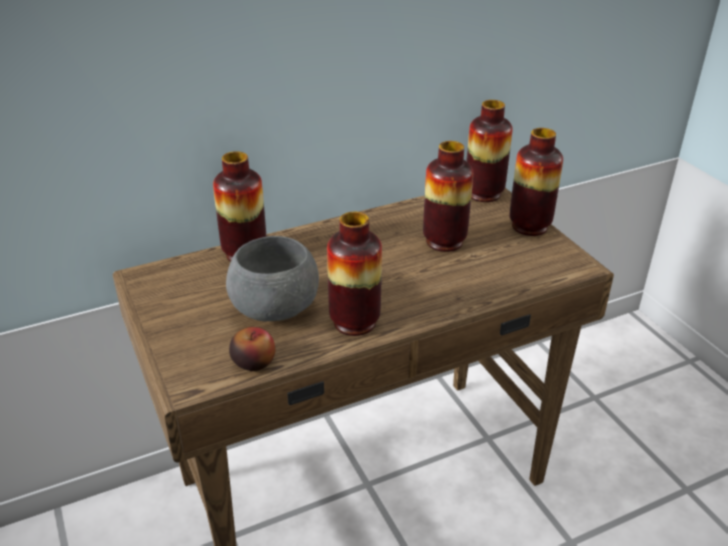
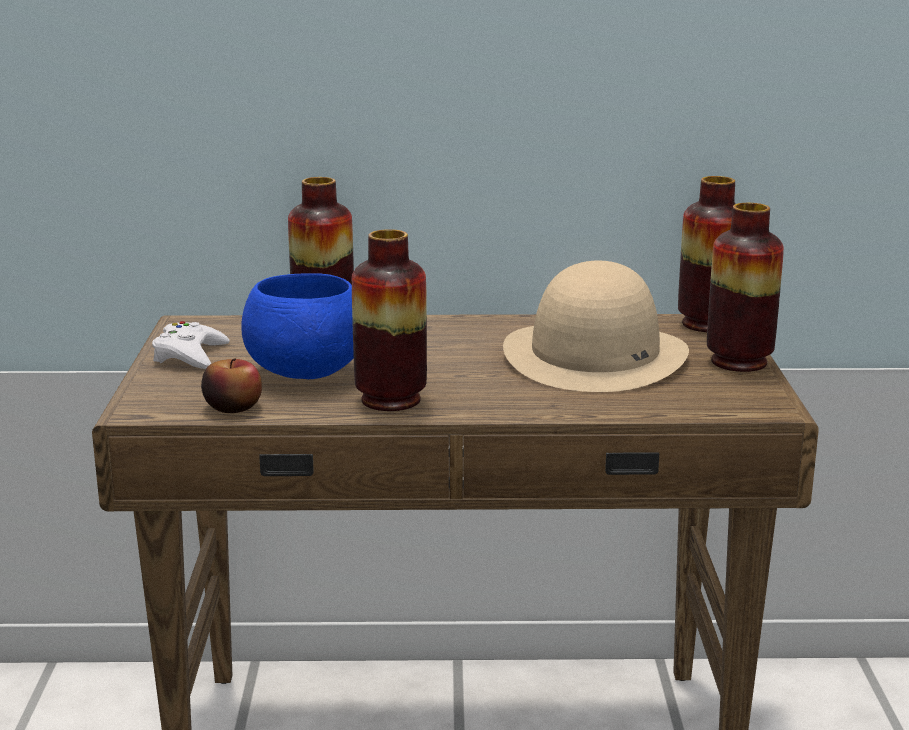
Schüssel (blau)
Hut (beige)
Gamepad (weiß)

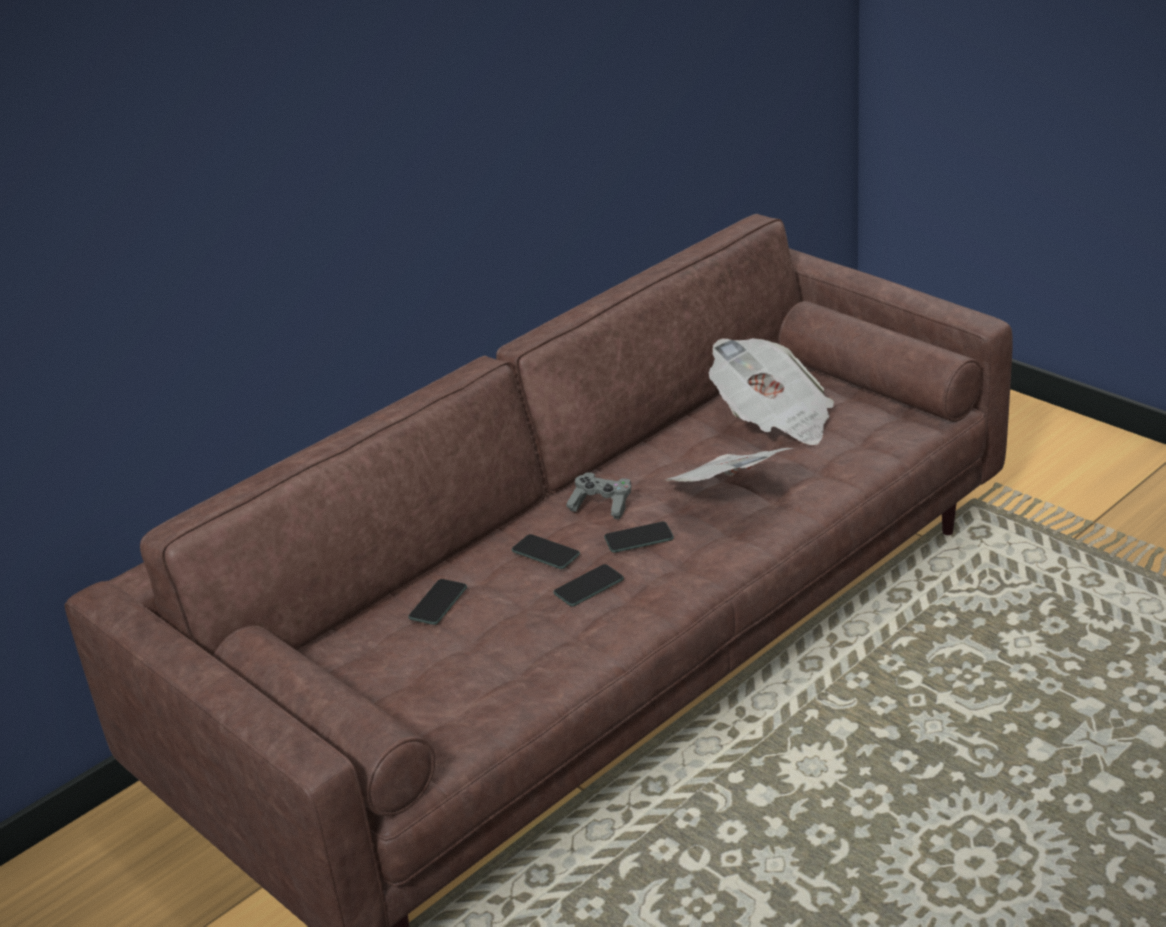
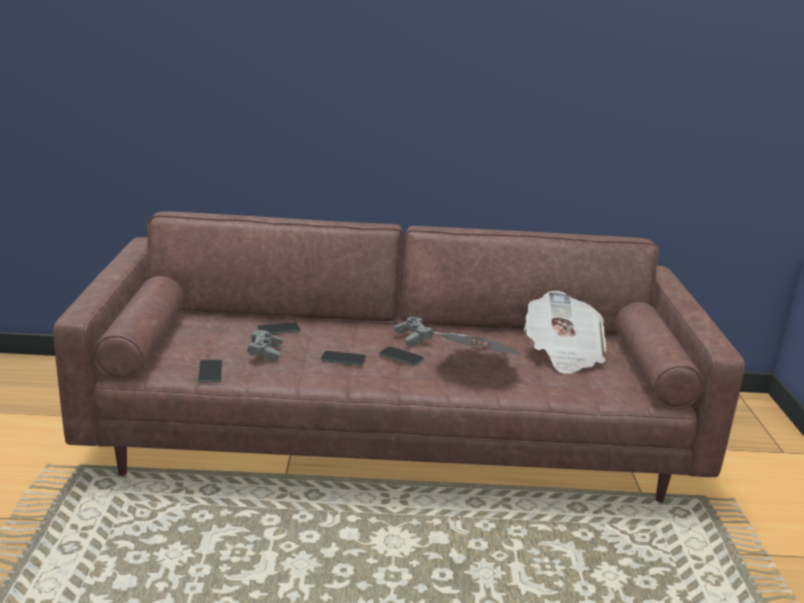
Handy (no. 1 from left)
Gamepad (grau) (no. 1 from left)

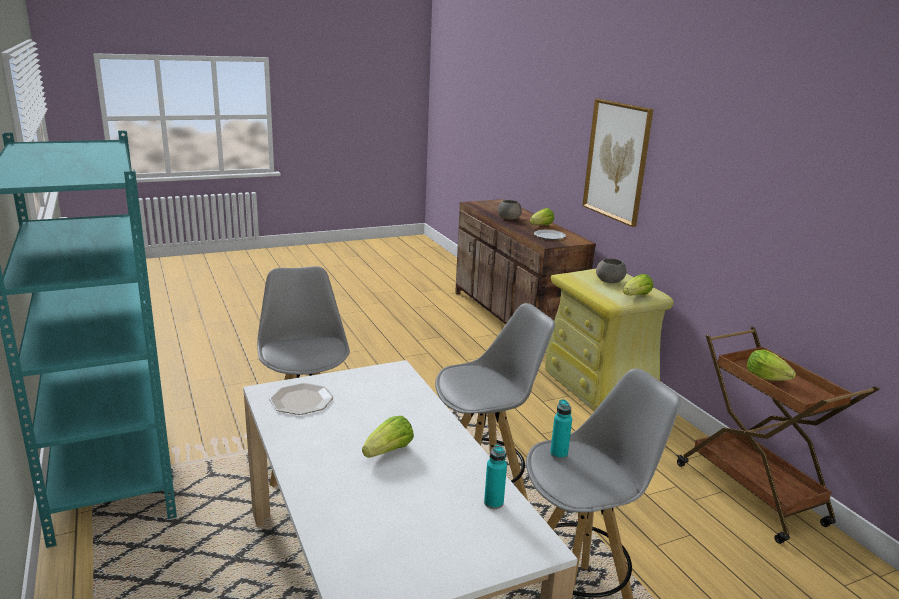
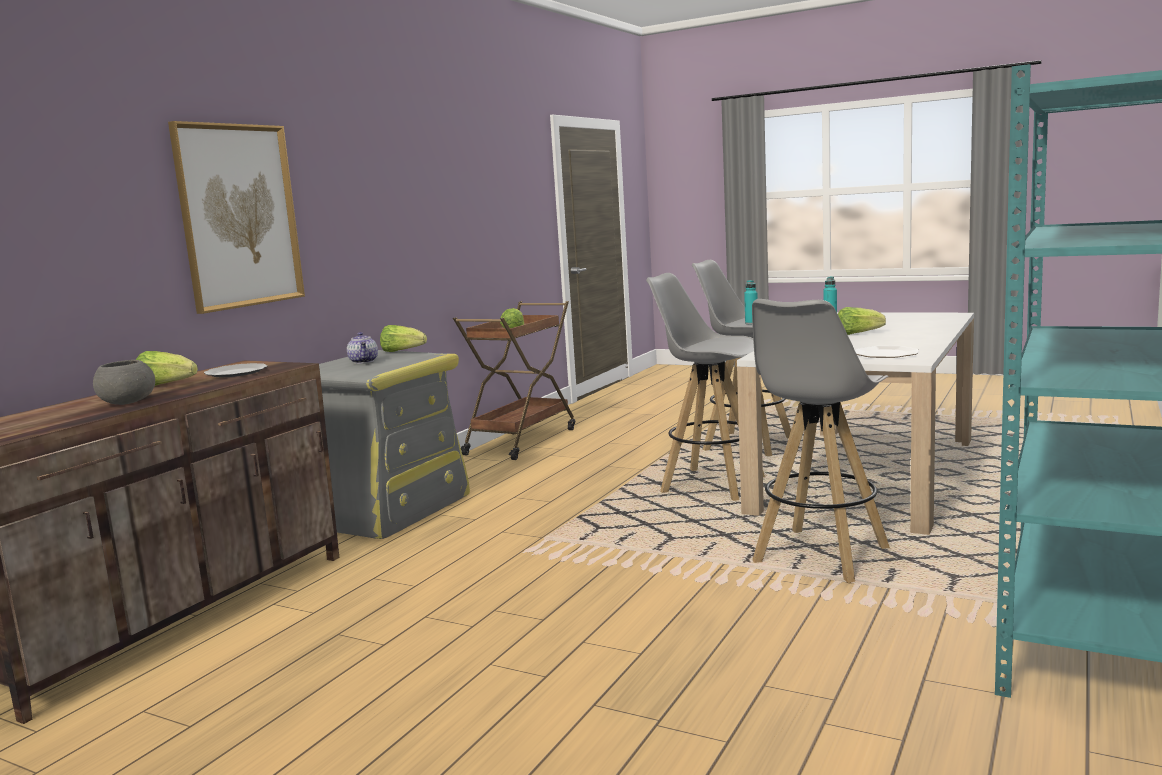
Nachttisch (grau)
Teekanne

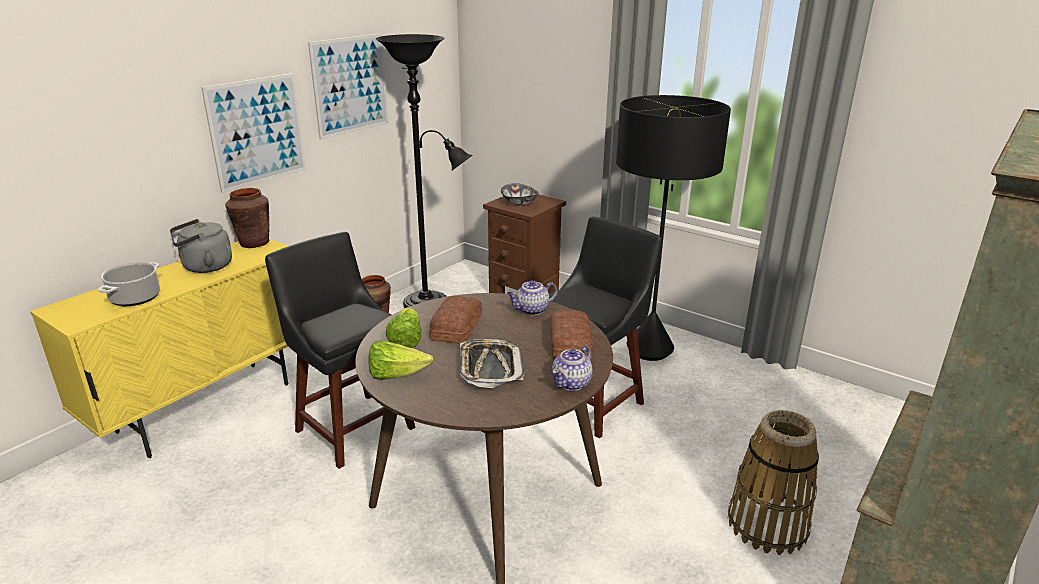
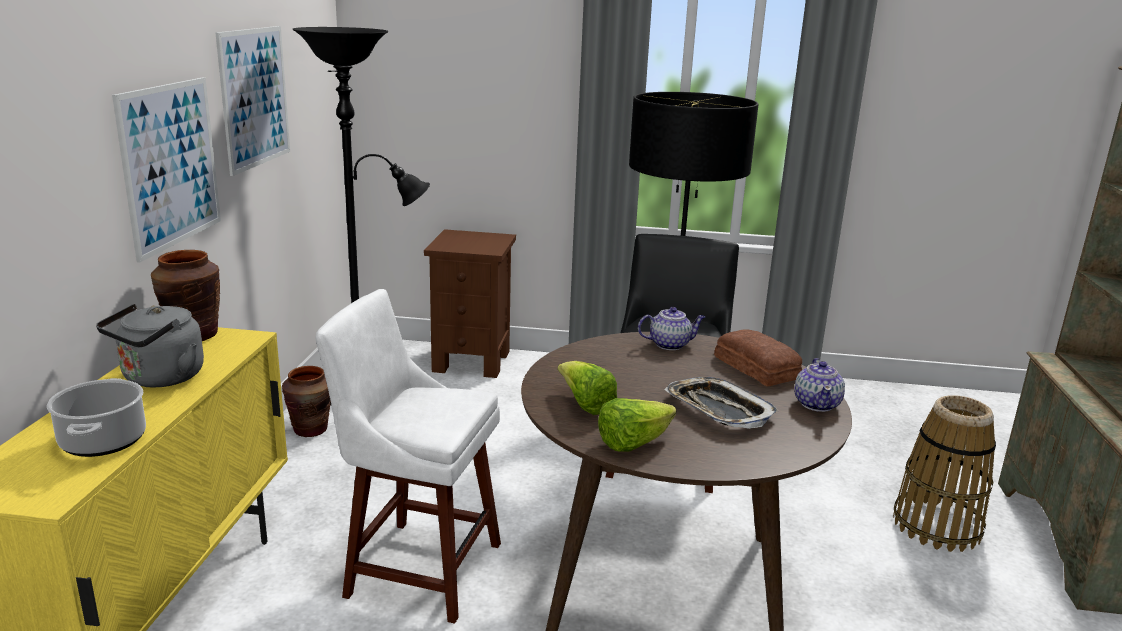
Stuhl (weiß)
Brot (no. 1 from left in the first image)
Schüssel
Teekanne (no. 1 from left)

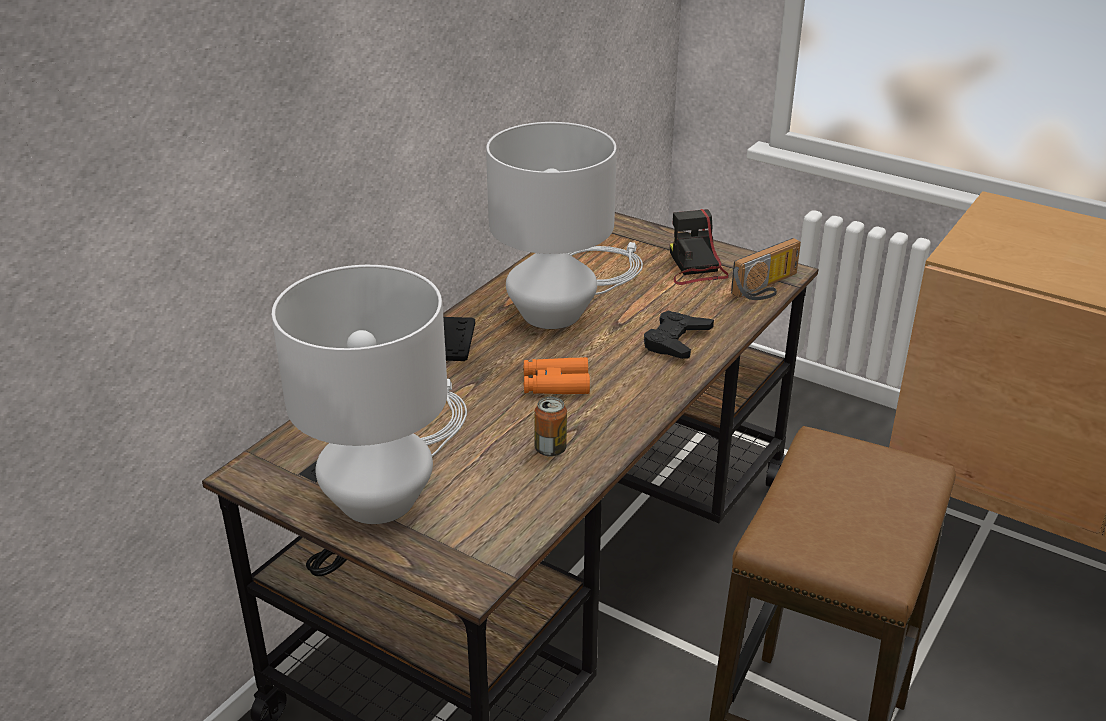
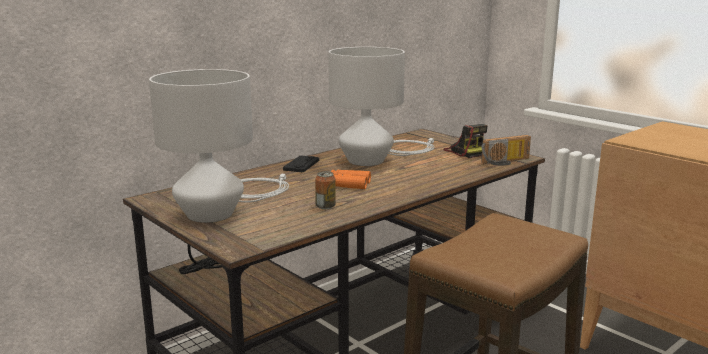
Gamepad (schwarz) (no. 2 from left in the first image)
Kamera

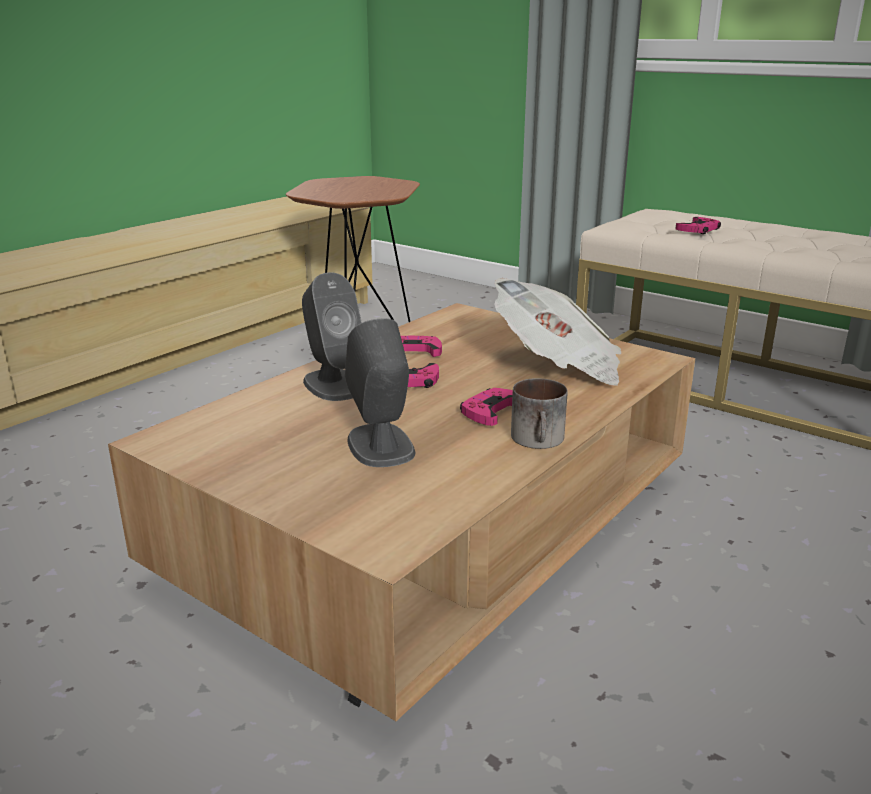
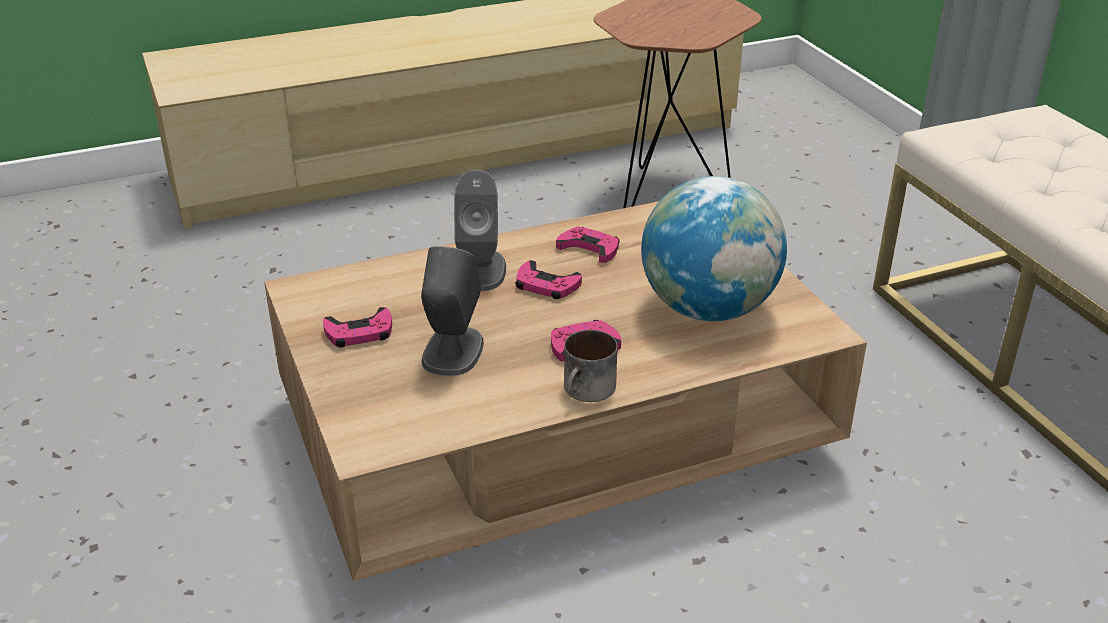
Globus
Gamepad (rosa) (no. 1 from left)

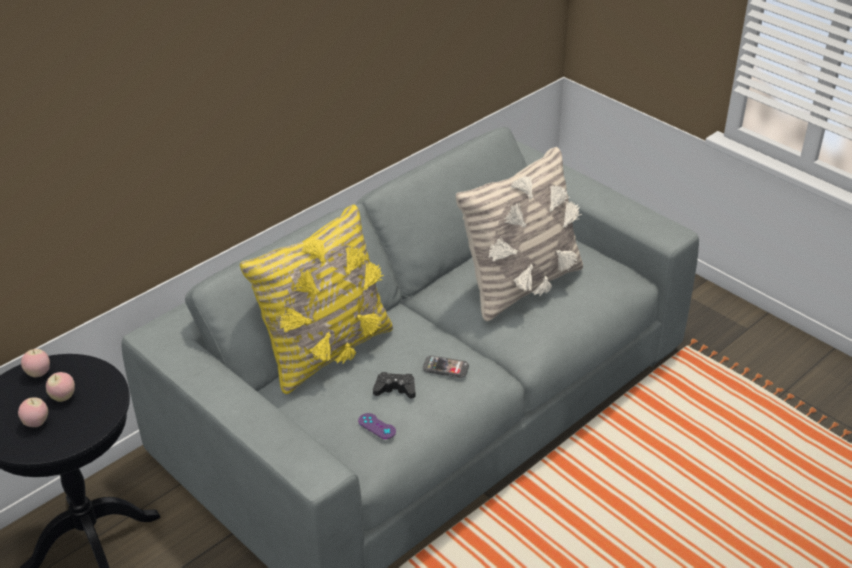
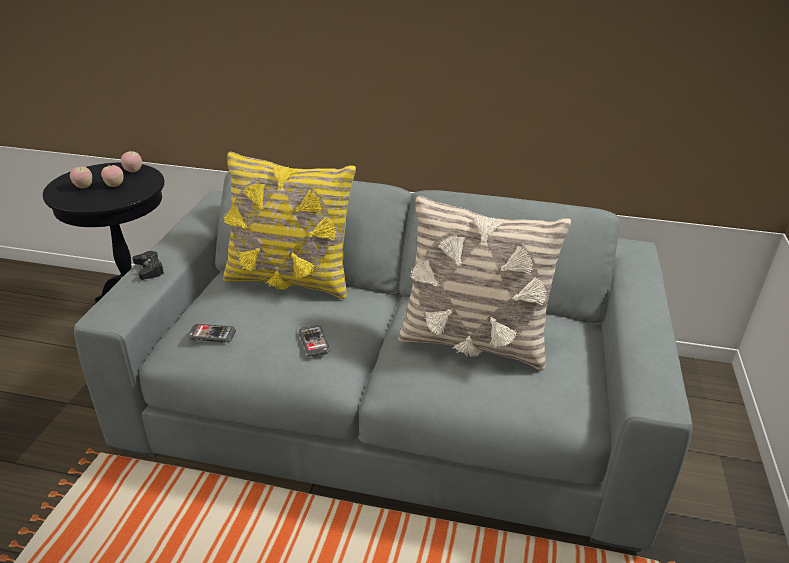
Handy (no. 1 from left)
Gamepad (schwarz)

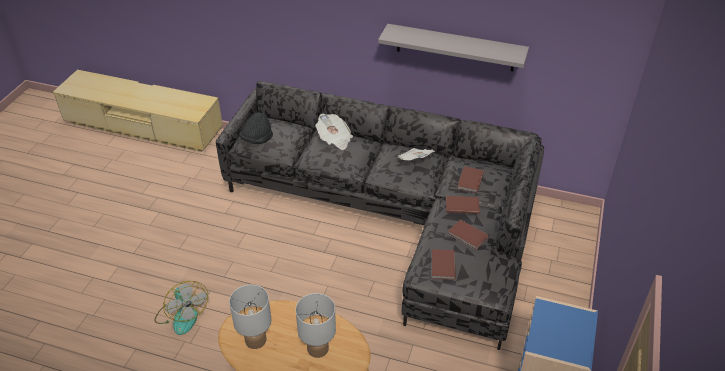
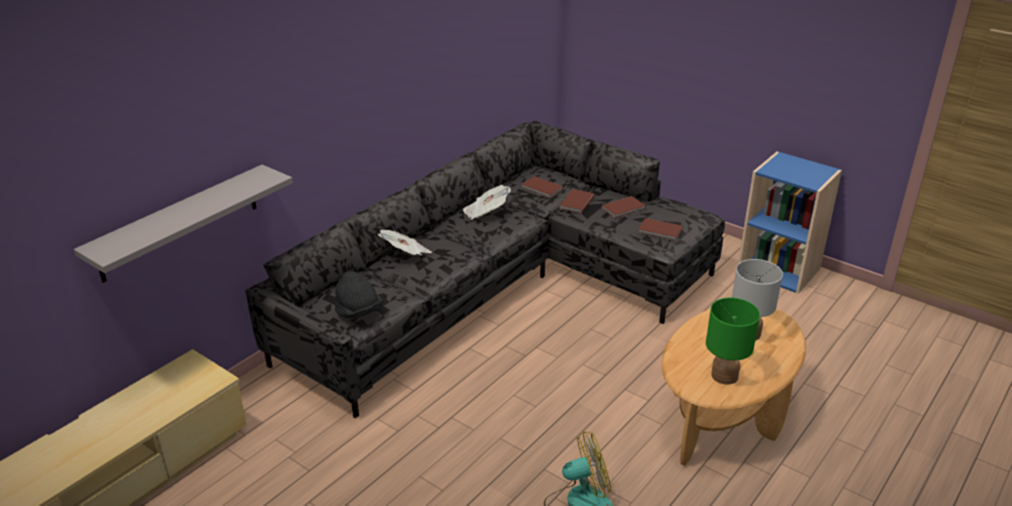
Tischlampe (grün)
Wandregal (grau)

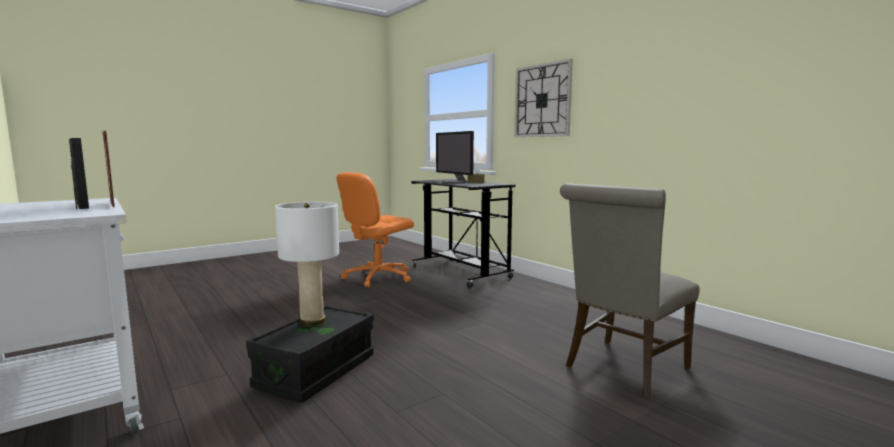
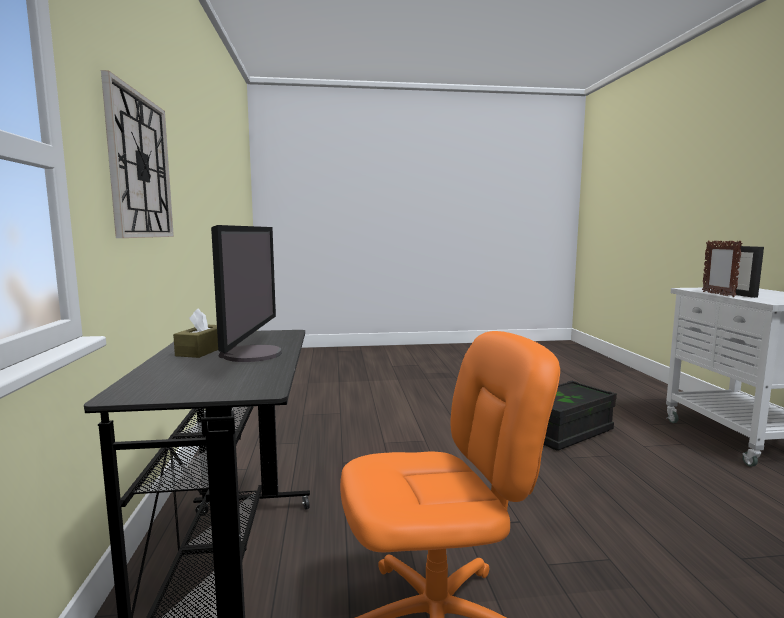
Tischlampe (weiß)
Stuhl (beige)

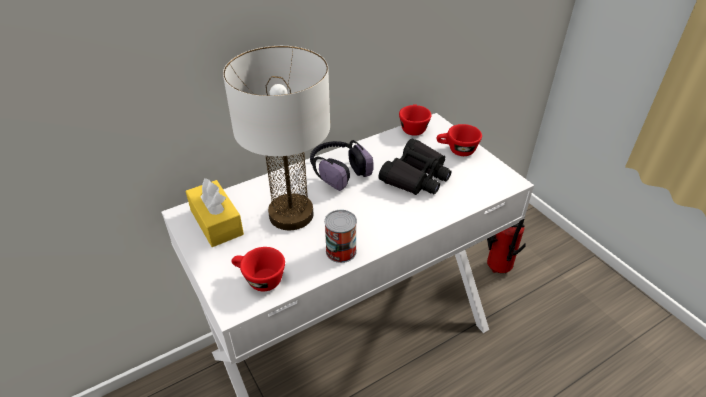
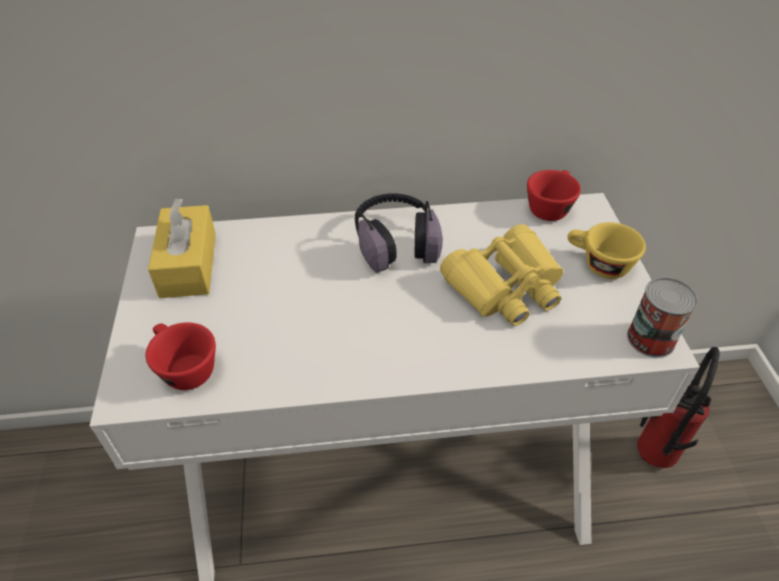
Tischlampe
Dose
Fernglas (gelb)
Tasse (gelb)

